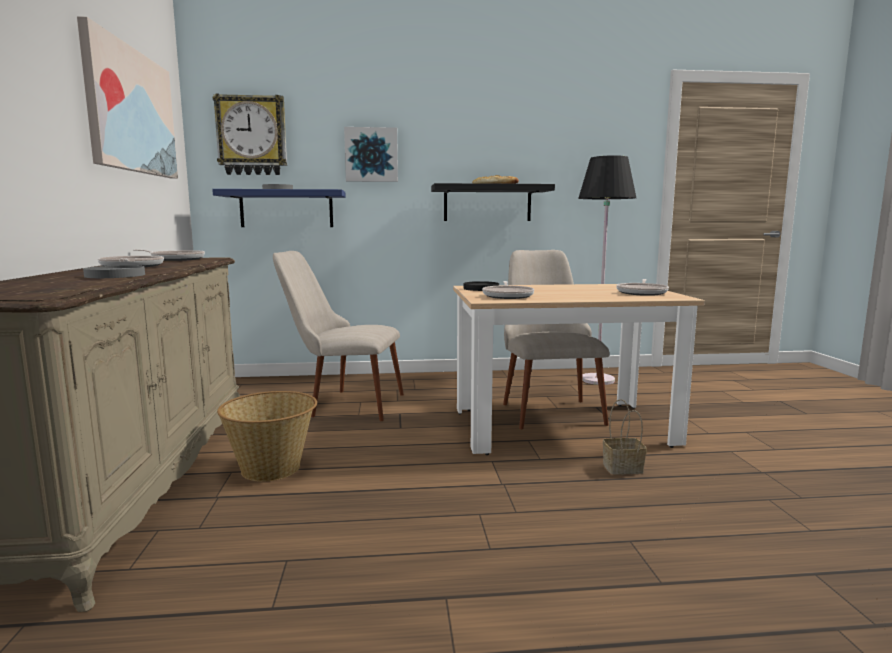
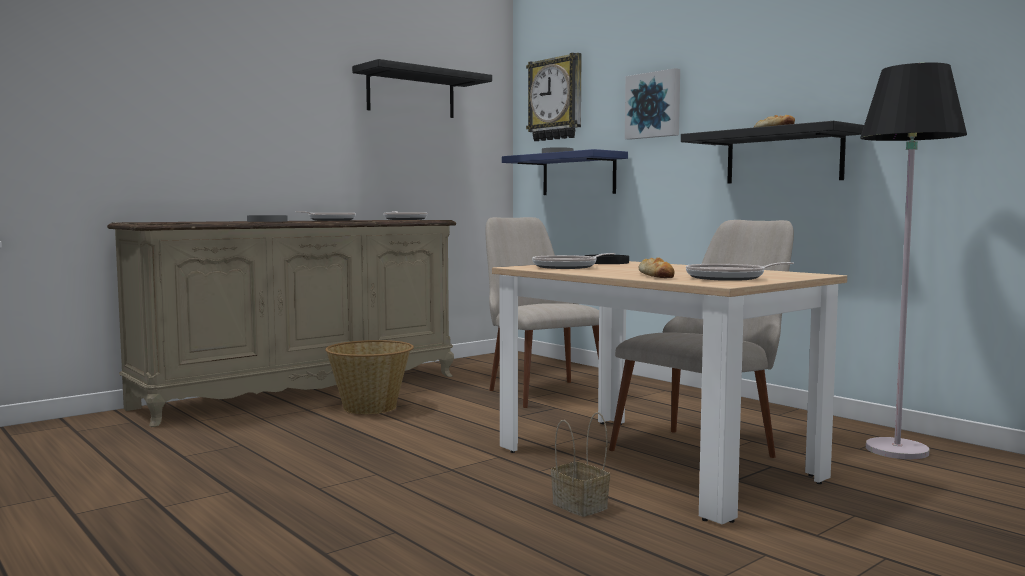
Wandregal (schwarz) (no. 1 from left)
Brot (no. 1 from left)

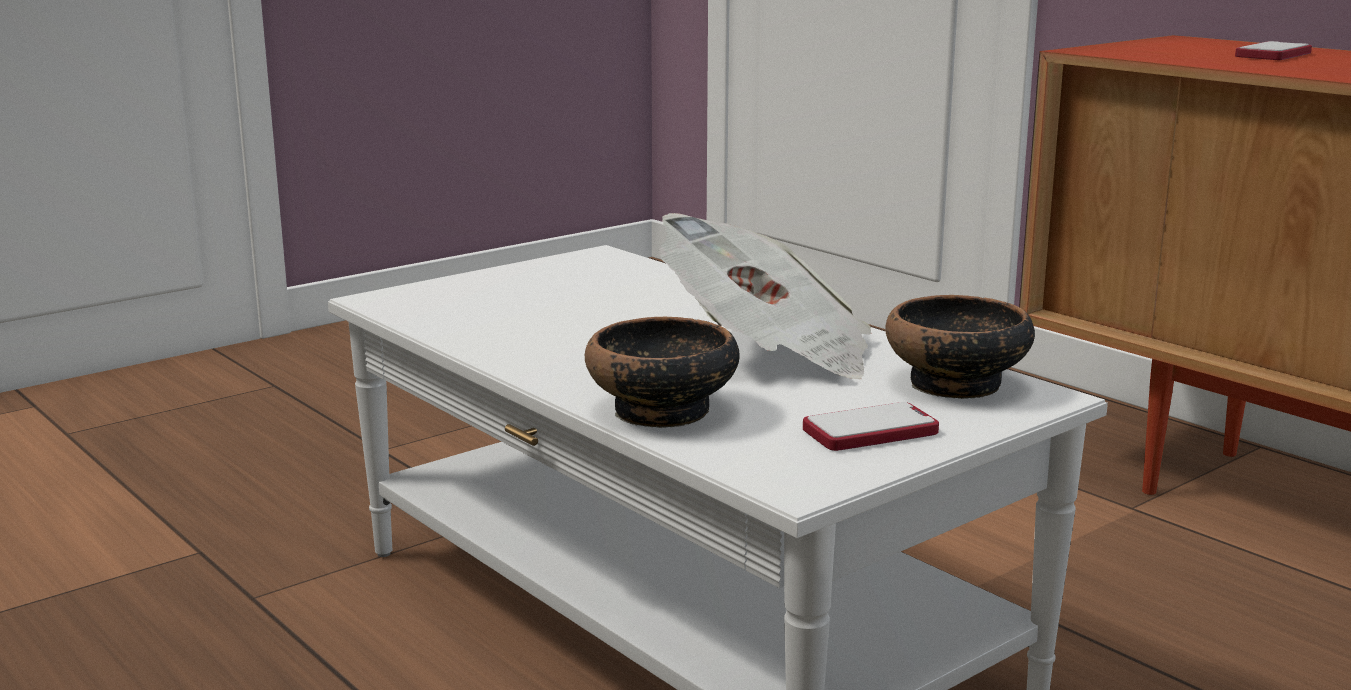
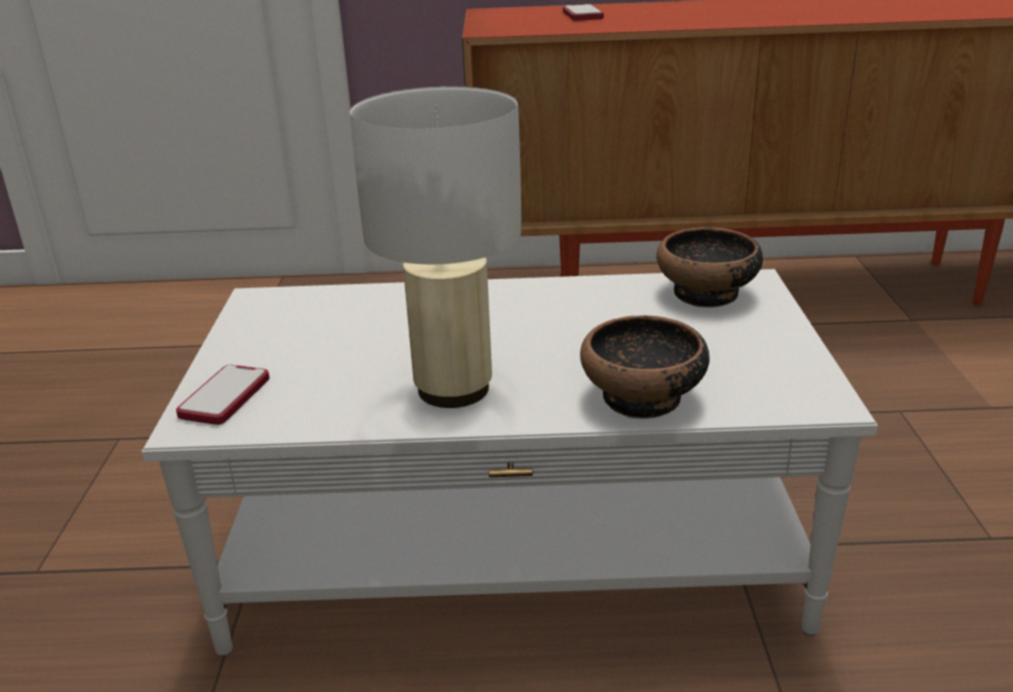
Zeitung
Handy (no. 1 from left)
Tischlampe (weiß)

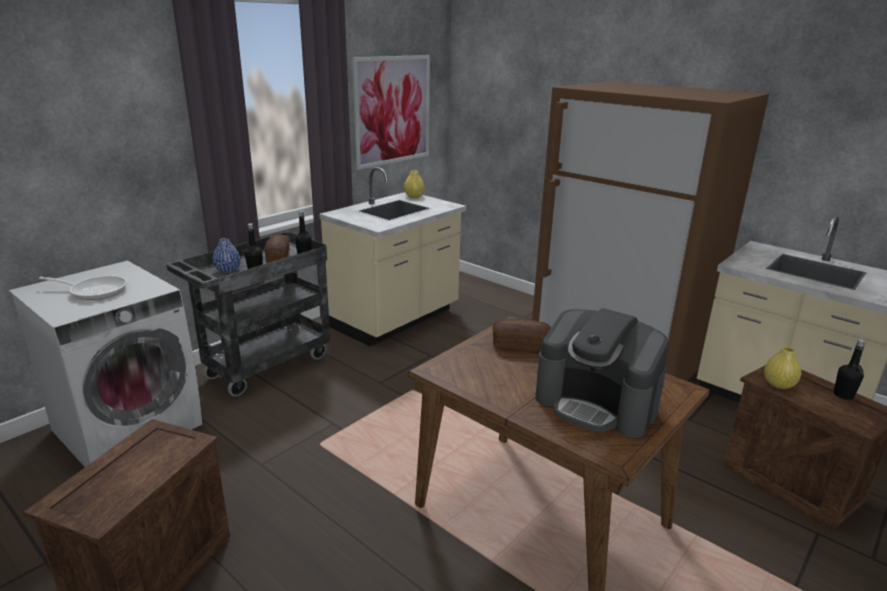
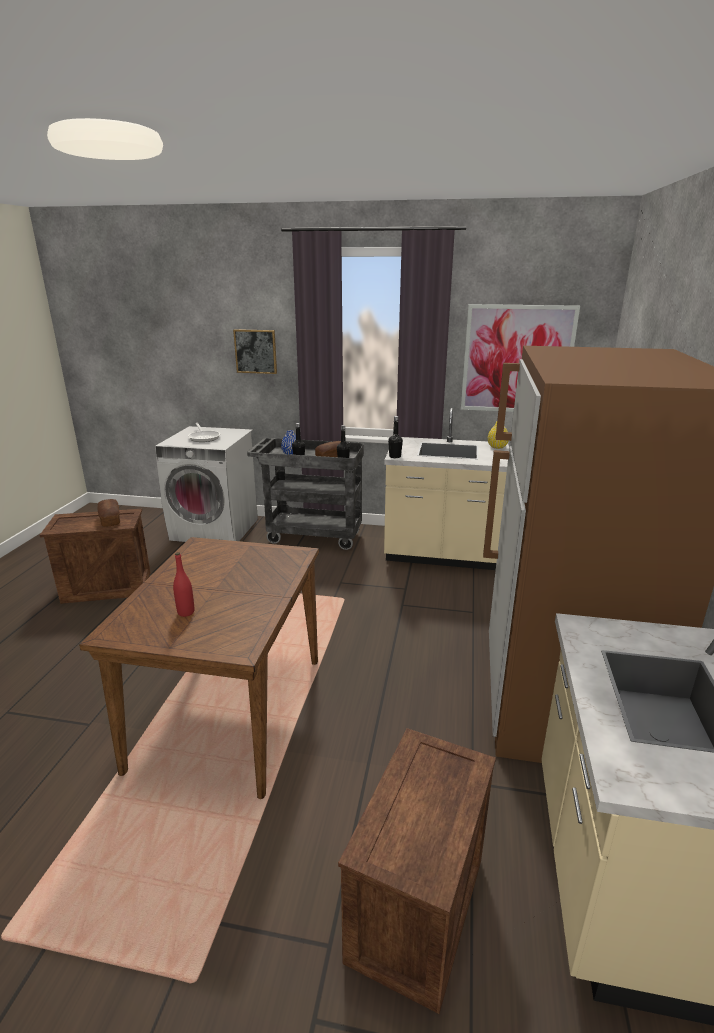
Brot (no. 1 from left)
Flasche (rot)
Vase (gelb) (no. 2 from left in the first image)
Flasche (schwarz) (no. 3 from left)
Bild (no. 1 from left)

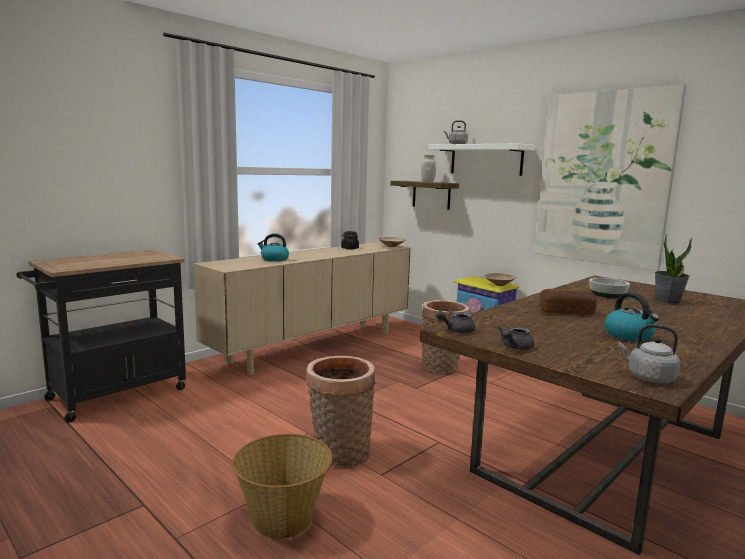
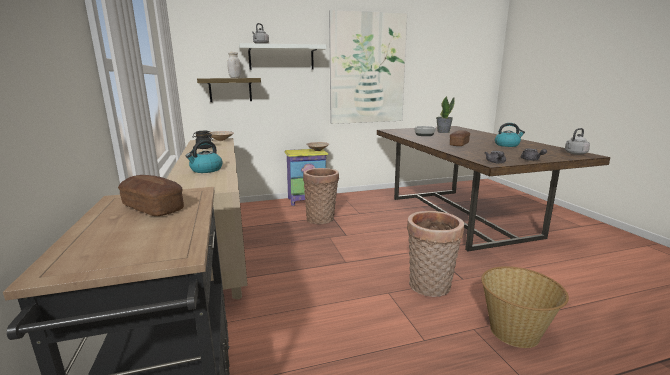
Brot (no. 1 from left)

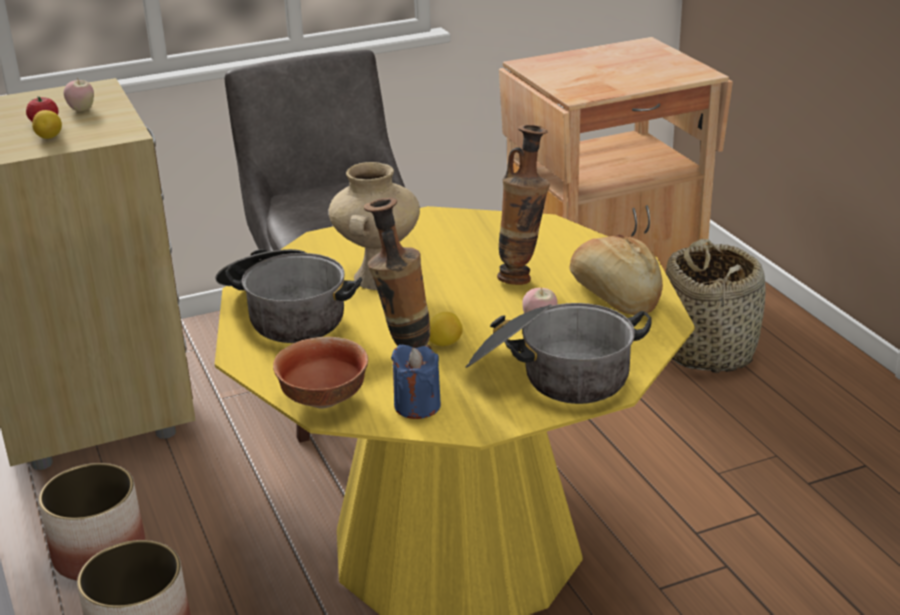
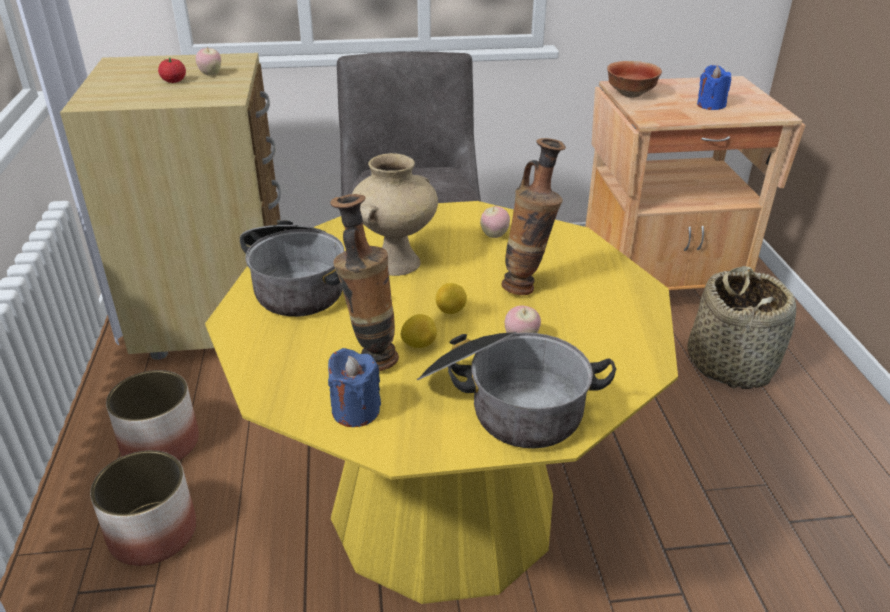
Zitrone (no. 2 from left)
Schüssel
Brot
Apfel (no. 2 from left)
Kerze (blau) (no. 2 from left)

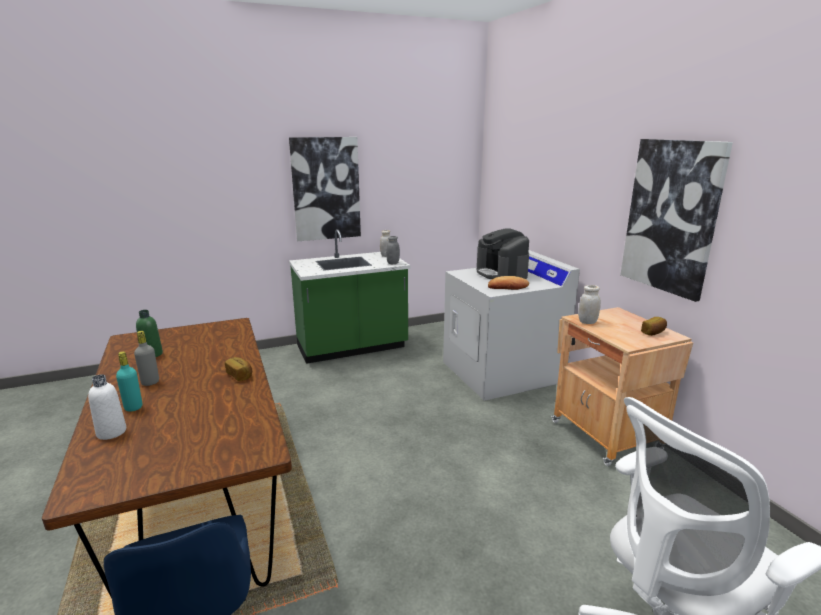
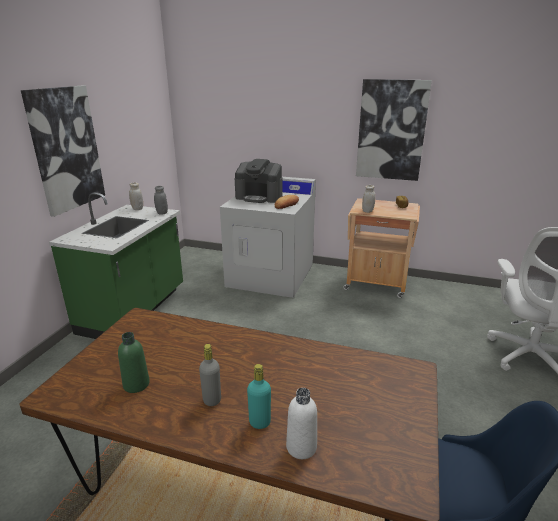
Brot (no. 1 from left in the first image)

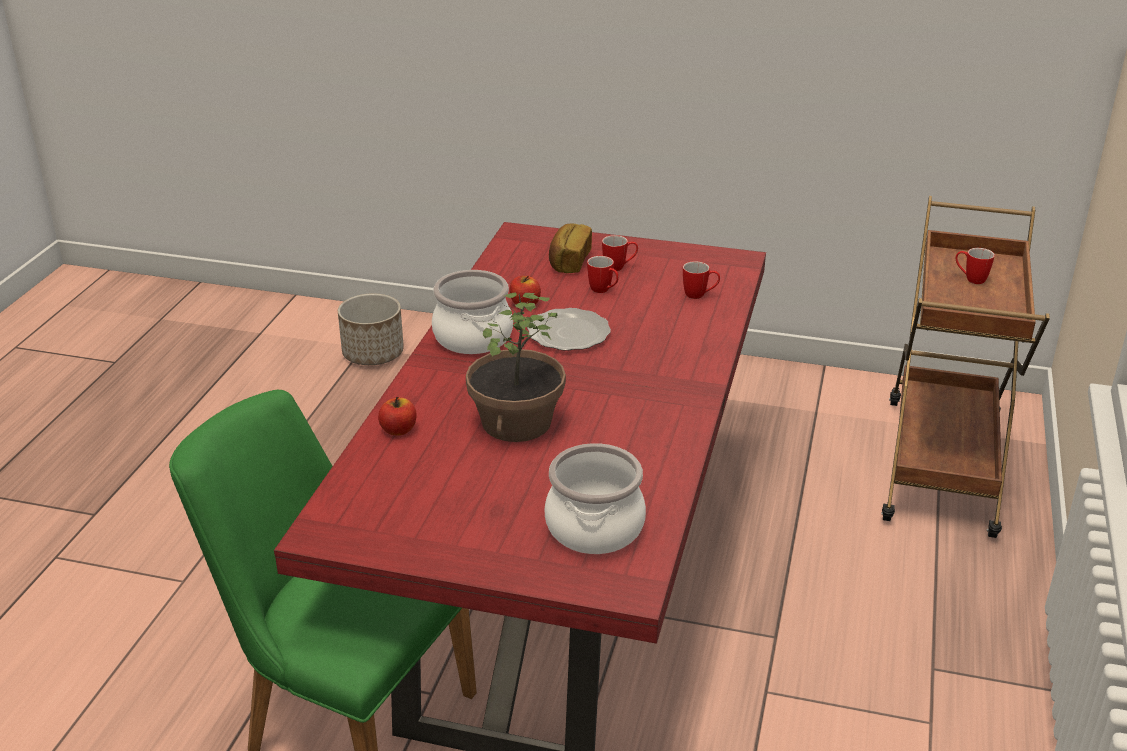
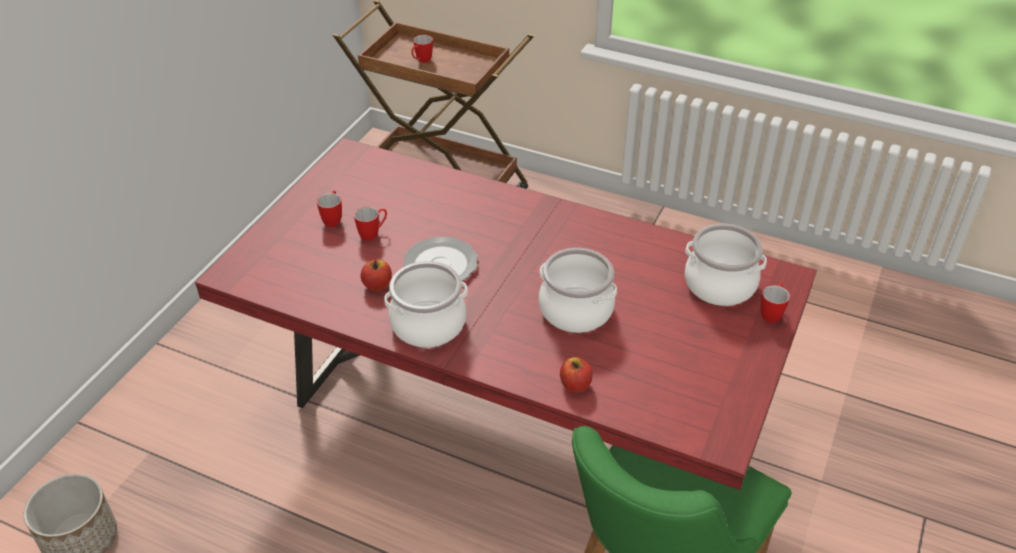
Kochtopf (no. 2 from left)
Brot
Henkelbecher (no. 4 from left)

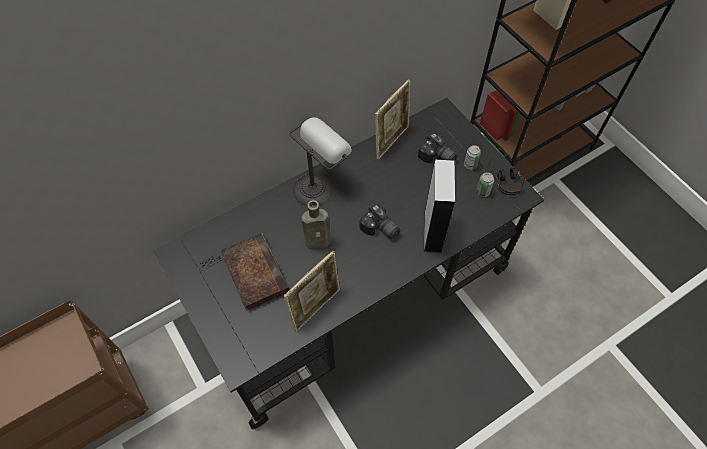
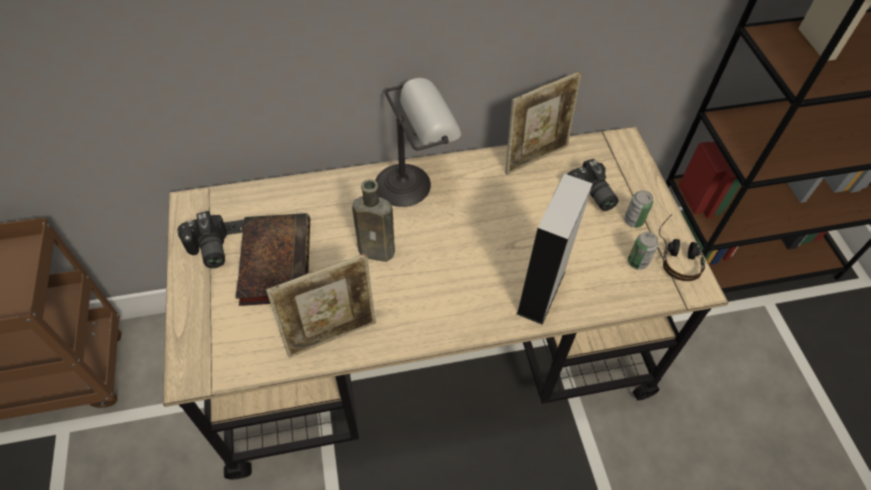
Schreibtisch (beige)
Kamera (no. 1 from left)

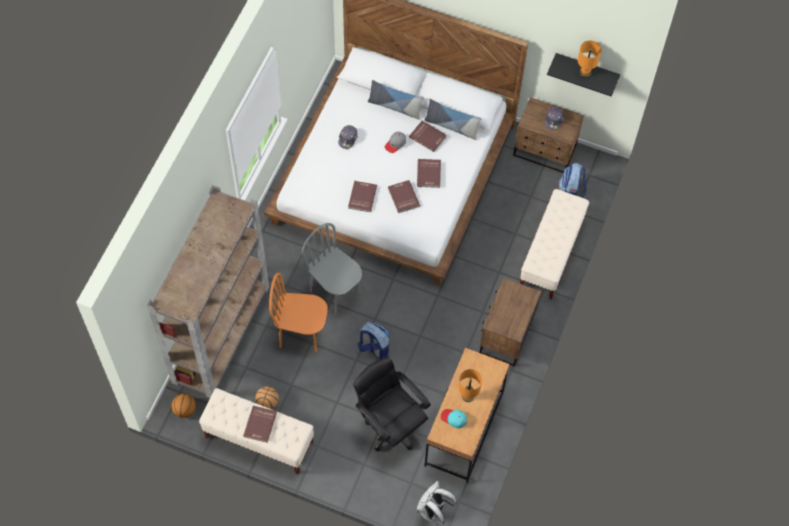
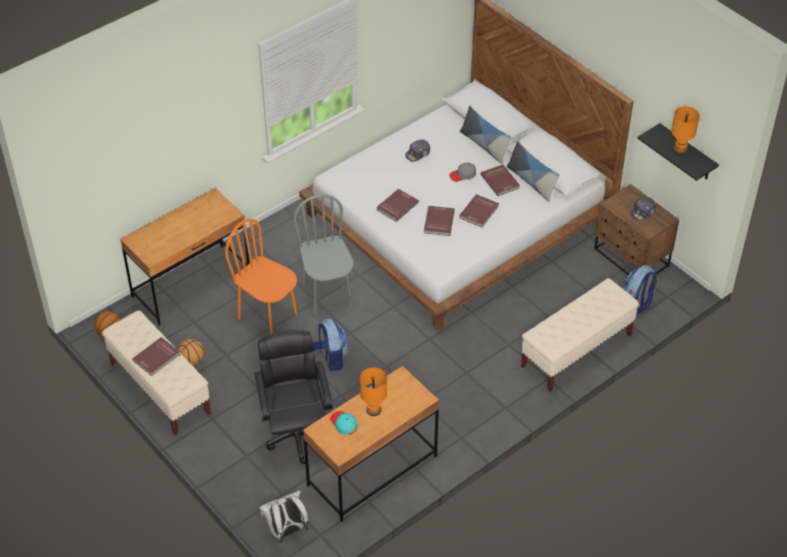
Schreibtisch (braun) (no. 1 from left)
Nachttisch (braun) (no. 1 from left in the first image)

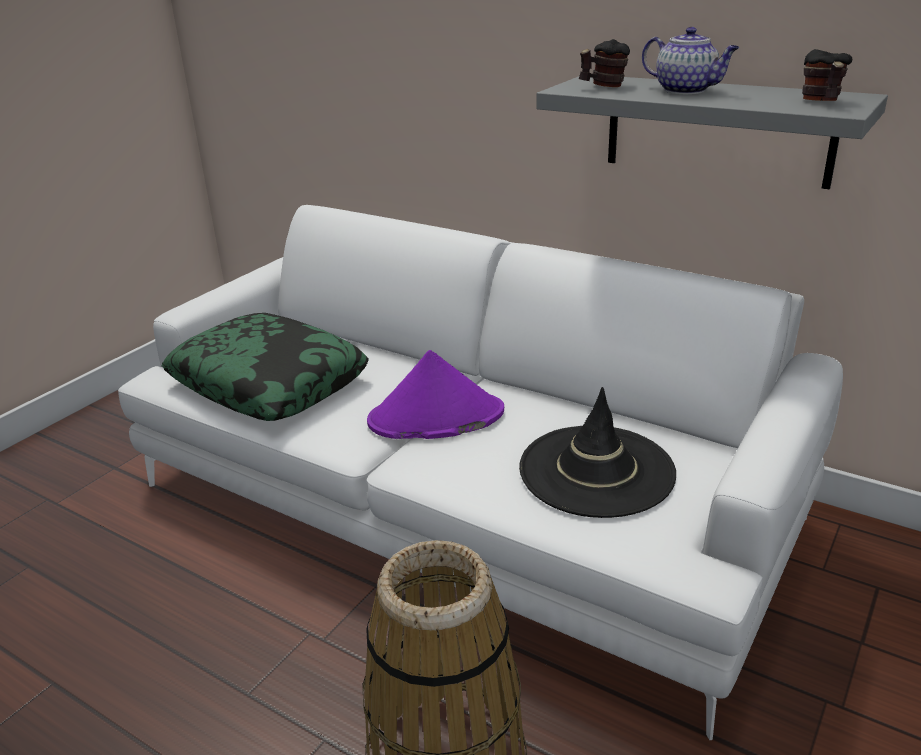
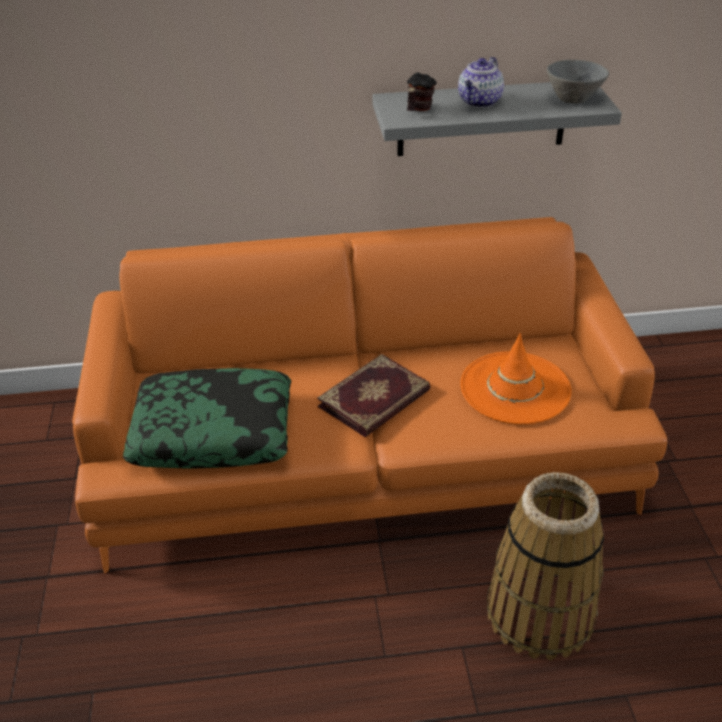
Sofa (orange)
Buch
Hut (orange)
Teekanne
Schüssel (grau)

